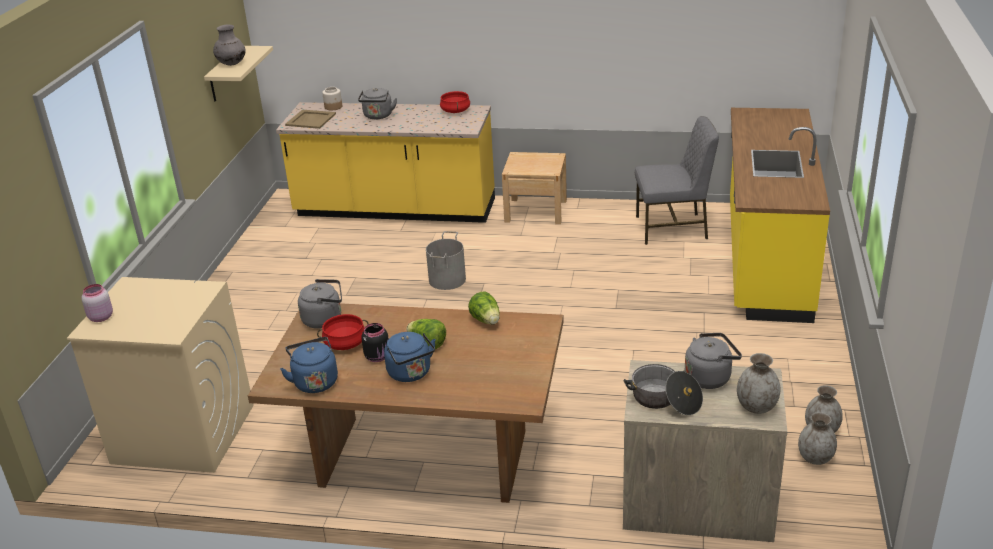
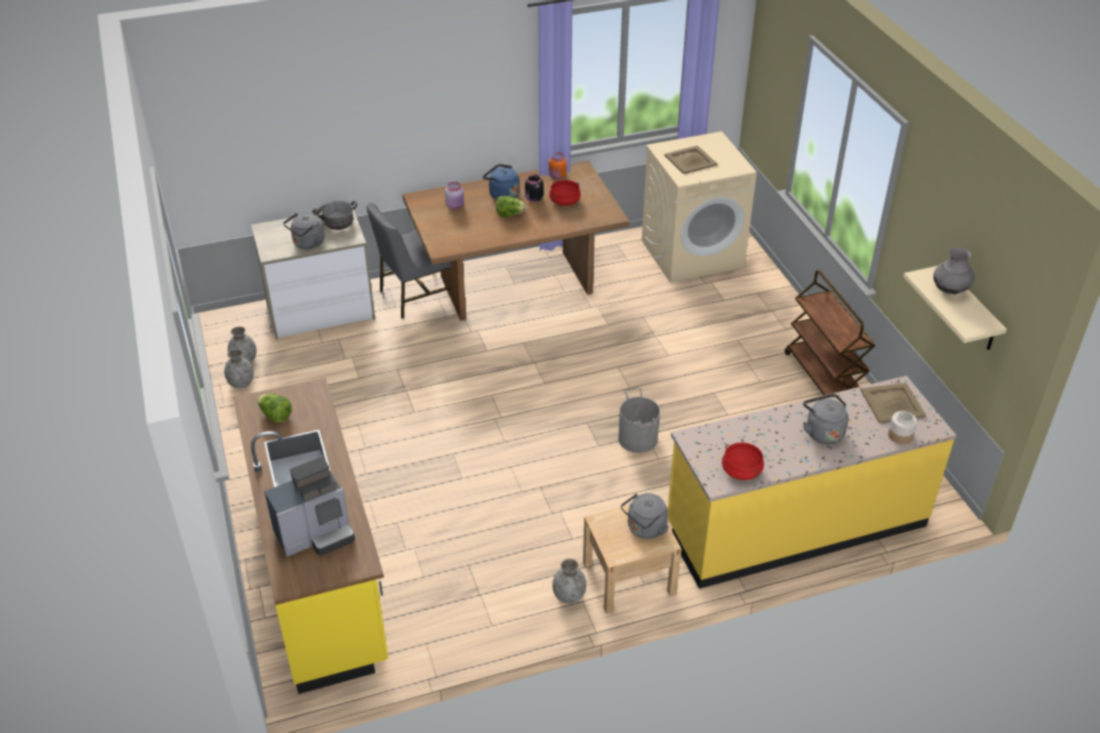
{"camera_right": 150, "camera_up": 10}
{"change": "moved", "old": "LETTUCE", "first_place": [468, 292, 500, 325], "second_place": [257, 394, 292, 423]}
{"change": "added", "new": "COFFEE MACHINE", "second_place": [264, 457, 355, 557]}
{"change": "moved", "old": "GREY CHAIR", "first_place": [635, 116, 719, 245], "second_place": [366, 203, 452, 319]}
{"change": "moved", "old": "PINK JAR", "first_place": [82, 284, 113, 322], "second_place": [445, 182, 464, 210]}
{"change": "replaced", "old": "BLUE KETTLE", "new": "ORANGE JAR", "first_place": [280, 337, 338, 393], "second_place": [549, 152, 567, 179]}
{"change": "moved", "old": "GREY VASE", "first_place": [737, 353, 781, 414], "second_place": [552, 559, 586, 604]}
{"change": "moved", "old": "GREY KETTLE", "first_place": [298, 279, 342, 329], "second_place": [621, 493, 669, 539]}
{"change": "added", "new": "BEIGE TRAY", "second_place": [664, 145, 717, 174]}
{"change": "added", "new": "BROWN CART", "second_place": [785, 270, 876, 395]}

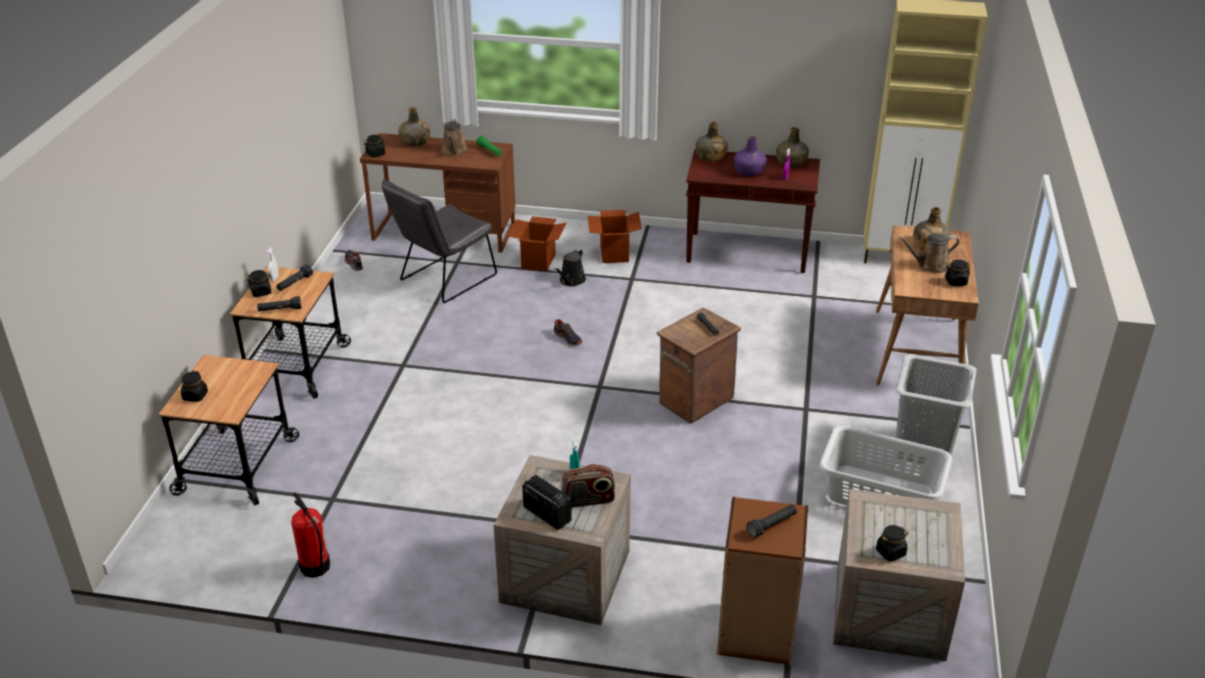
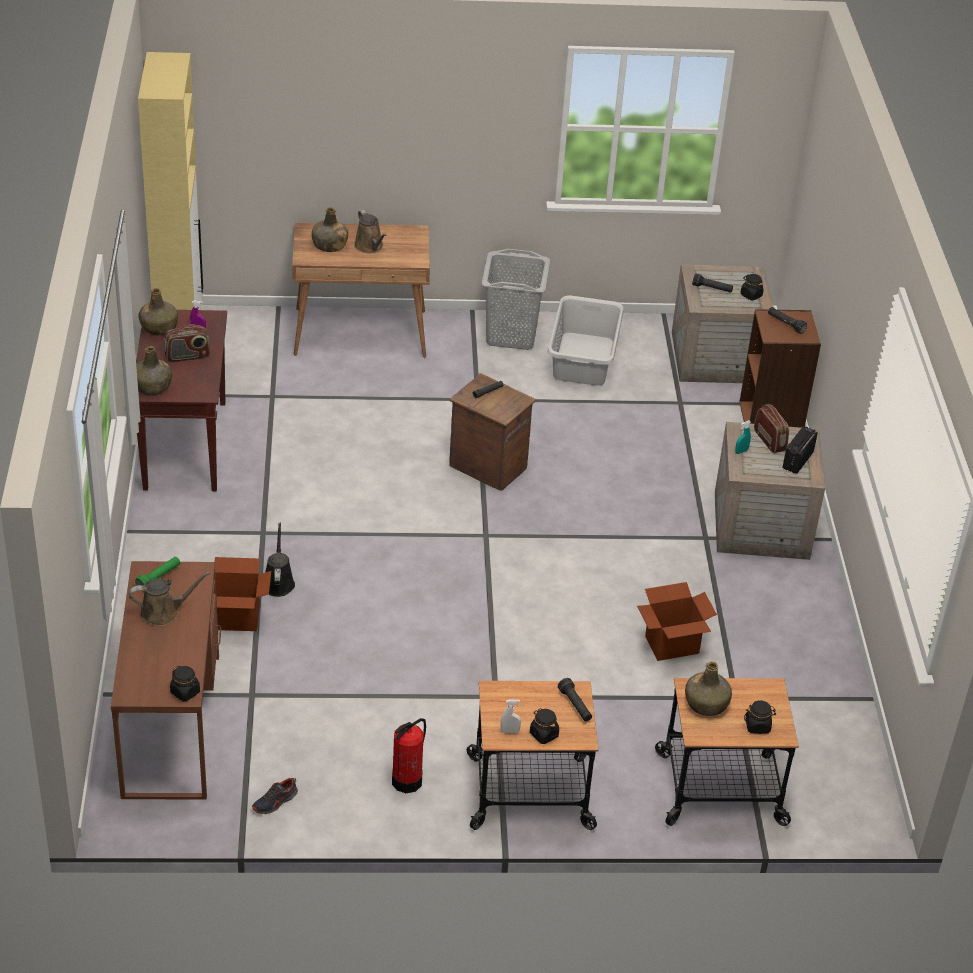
{"camera_right": -105, "camera_up": 5}
{"change": "replaced", "old": "PURPLE BOTTLE", "new": "RADIO", "first_place": [734, 135, 767, 177], "second_place": [164, 324, 210, 363]}
{"change": "turned", "old": "BLACK WATERING CAN", "first_place": [554, 249, 586, 286], "second_place": [265, 522, 295, 597], "degrees": -105}
{"change": "moved", "old": "FIRE EXTINGUISHER", "first_place": [291, 492, 330, 578], "second_place": [392, 718, 426, 793]}
{"change": "moved", "old": "CARDBOARD BOX", "first_place": [588, 210, 642, 263], "second_place": [637, 582, 717, 661]}
{"change": "moved", "old": "GREEN BOTTLE", "first_place": [398, 107, 430, 147], "second_place": [685, 662, 732, 716]}
{"change": "moved", "old": "BLACK FLASHLIGHT", "first_place": [277, 264, 313, 291], "second_place": [692, 274, 733, 293]}
{"change": "removed", "old": "GREY CHAIR", "first_place": [382, 179, 497, 303]}
{"change": "removed", "old": "SHOE", "first_place": [553, 319, 582, 346]}
{"change": "removed", "old": "BLACK JAR", "first_place": [945, 259, 971, 286]}

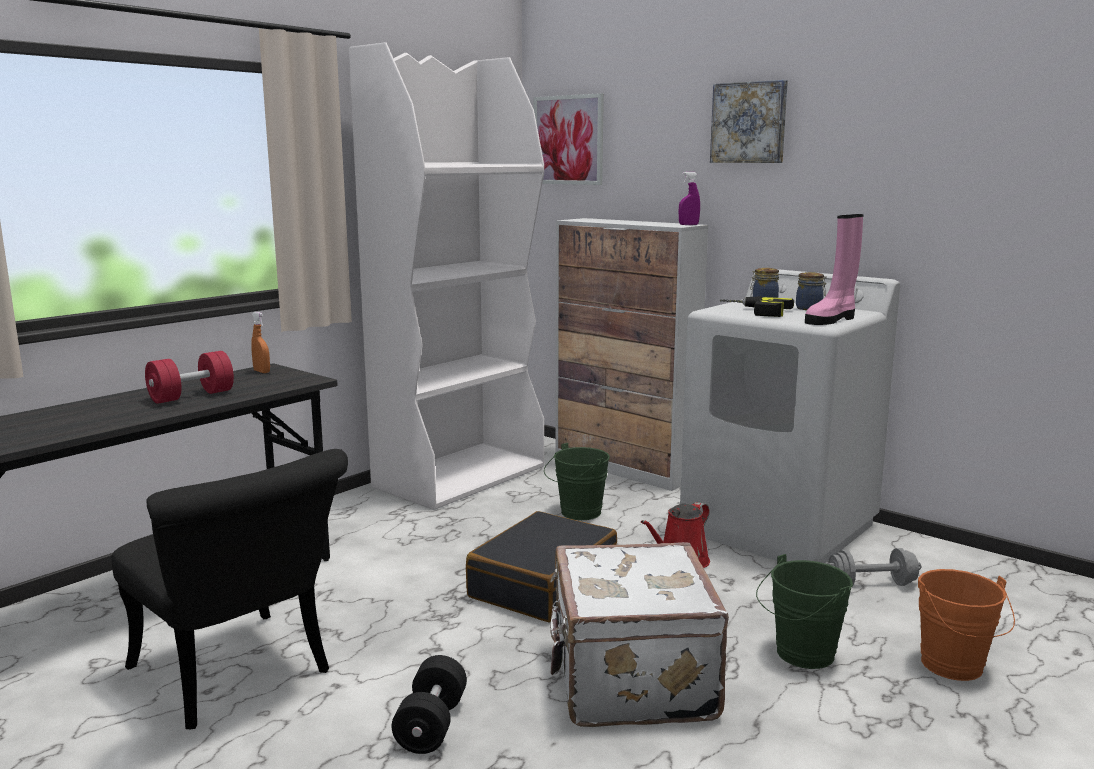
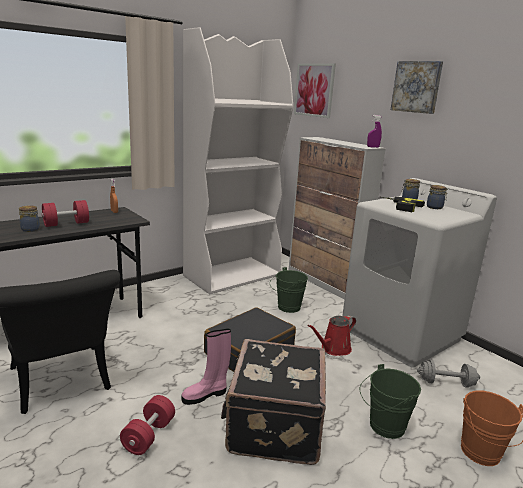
{"camera_right": 10, "camera_up": 5}
{"change": "added", "new": "JAR", "second_place": [19, 205, 40, 232]}
{"change": "recoloured", "old": "BLACK DUMBBELL", "new": "RED DUMBBELL", "first_place": [392, 655, 467, 754], "second_place": [120, 395, 175, 455]}
{"change": "moved", "old": "PINK BOOT", "first_place": [805, 214, 864, 325], "second_place": [181, 329, 231, 405]}
{"change": "recoloured", "old": "WHITE SUITCASE", "new": "BLACK SUITCASE", "first_place": [550, 542, 729, 727], "second_place": [221, 339, 326, 465]}

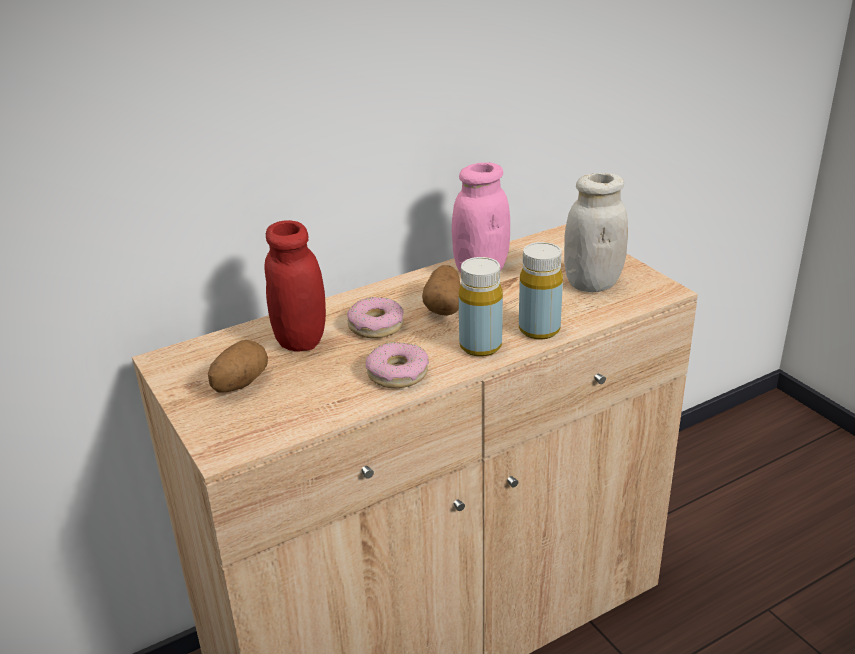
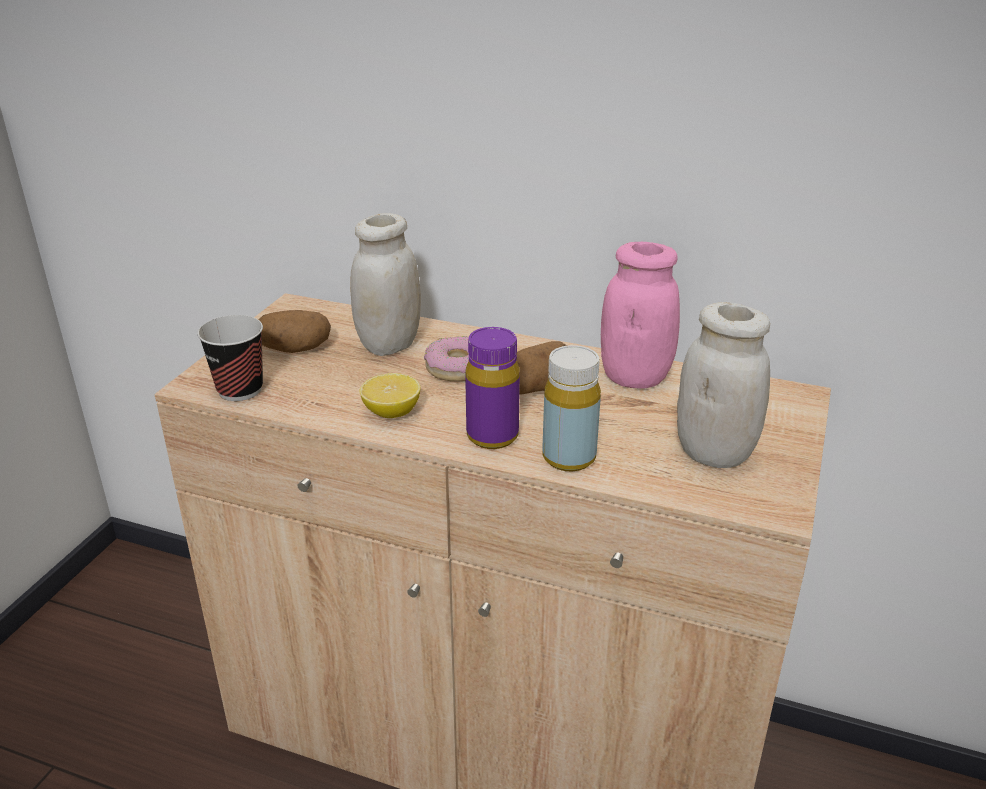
{"camera_right": 50, "camera_up": 0}
{"change": "added", "new": "CUP", "second_place": [197, 315, 263, 401]}
{"change": "recoloured", "old": "RED JAR", "new": "WHITE JAR", "first_place": [264, 220, 326, 352], "second_place": [350, 213, 421, 356]}
{"change": "replaced", "old": "DONUT", "new": "LEMON", "first_place": [365, 342, 429, 388], "second_place": [359, 373, 420, 418]}
{"change": "recoloured", "old": "YELLOW BOTTLE", "new": "PURPLE BOTTLE", "first_place": [459, 257, 503, 357], "second_place": [465, 327, 520, 449]}

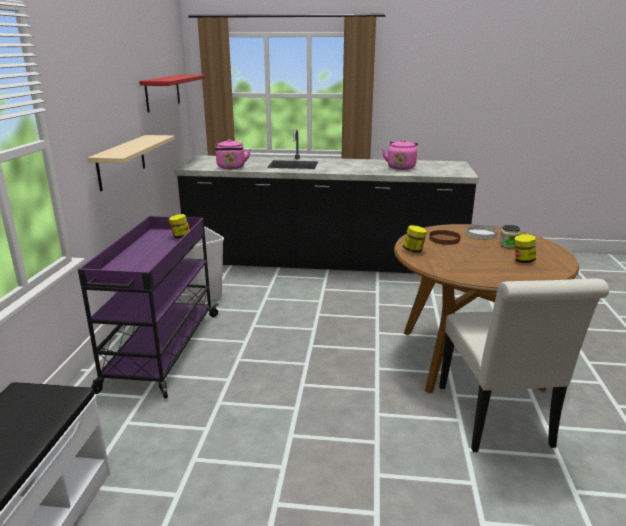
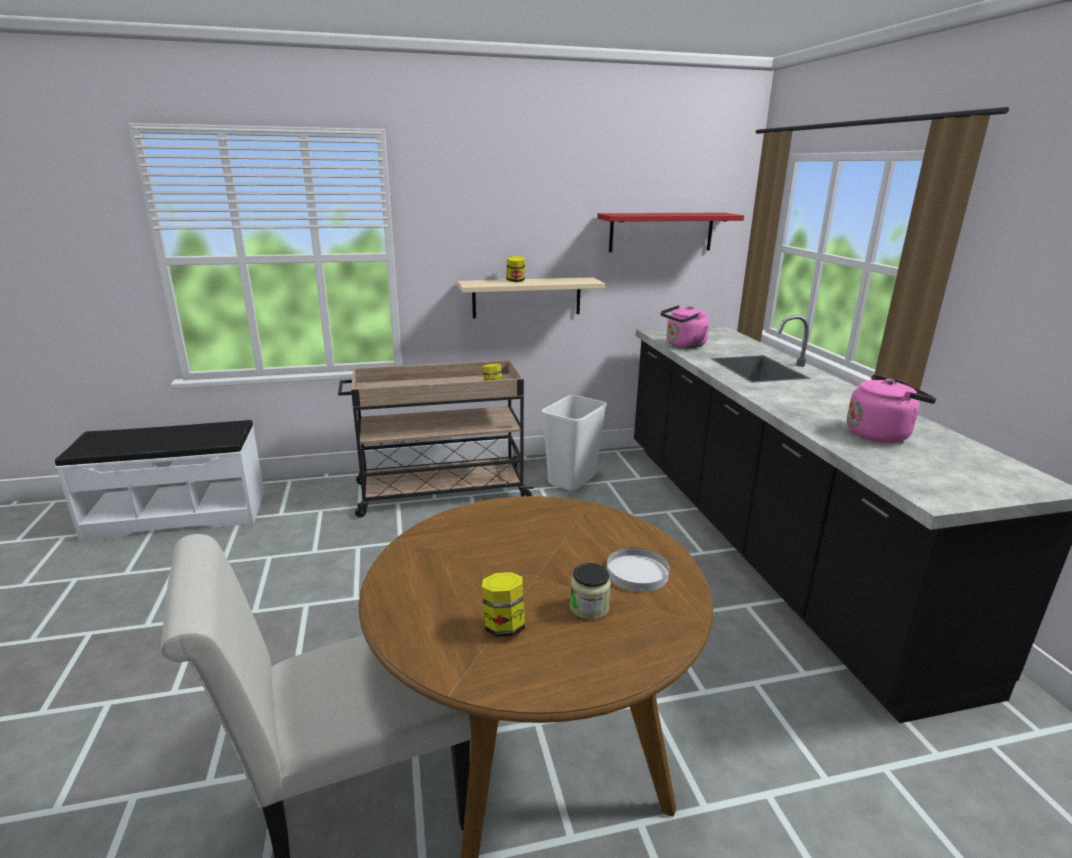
{"camera_right": 70, "camera_up": 0}
{"change": "recoloured", "old": "PURPLE CART", "new": "BEIGE CART", "first_place": [78, 216, 219, 399], "second_place": [338, 360, 534, 518]}
{"change": "moved", "old": "JAR", "first_place": [403, 225, 427, 253], "second_place": [506, 256, 525, 282]}
{"change": "removed", "old": "BROWN PLATE", "first_place": [429, 230, 460, 245]}

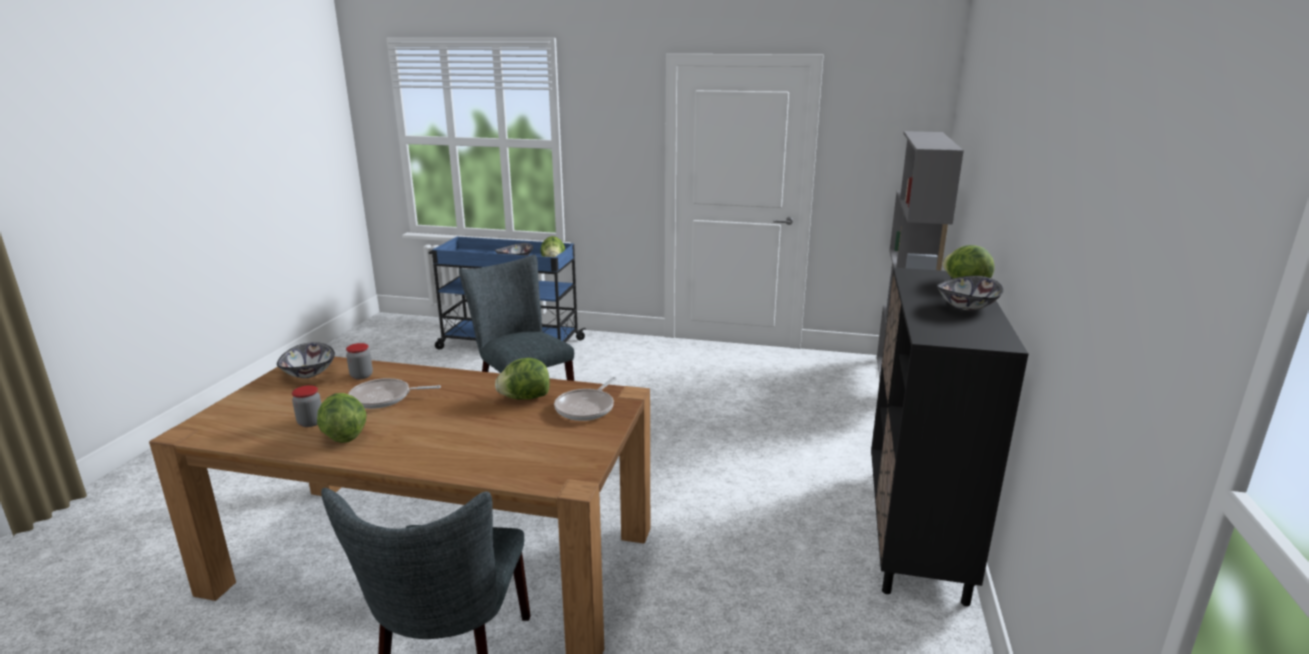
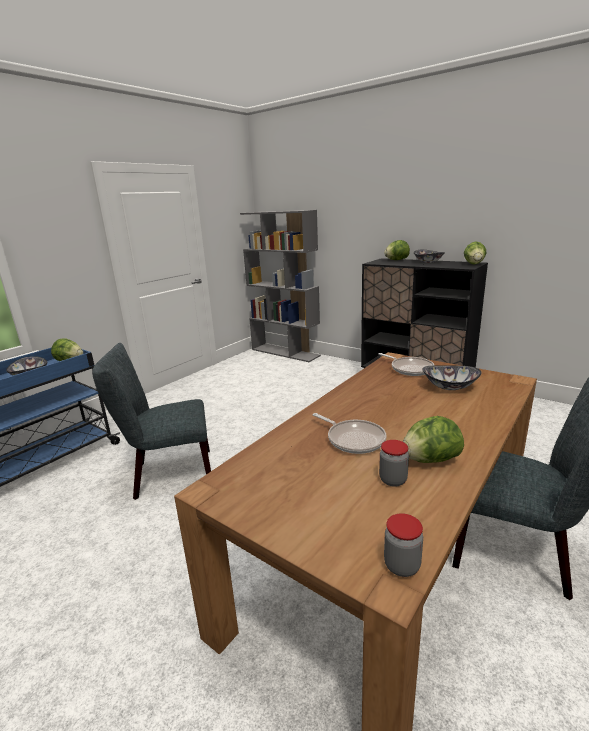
{"camera_right": -65, "camera_up": 0}
{"change": "turned", "old": "FRYING PAN", "first_place": [348, 378, 441, 409], "second_place": [313, 413, 387, 454], "degrees": -60}
{"change": "moved", "old": "JAR", "first_place": [346, 343, 373, 380], "second_place": [384, 513, 423, 577]}
{"change": "moved", "old": "BOWL", "first_place": [277, 342, 335, 378], "second_place": [422, 365, 481, 390]}
{"change": "moved", "old": "LETTUCE", "first_place": [495, 358, 550, 400], "second_place": [464, 241, 487, 265]}

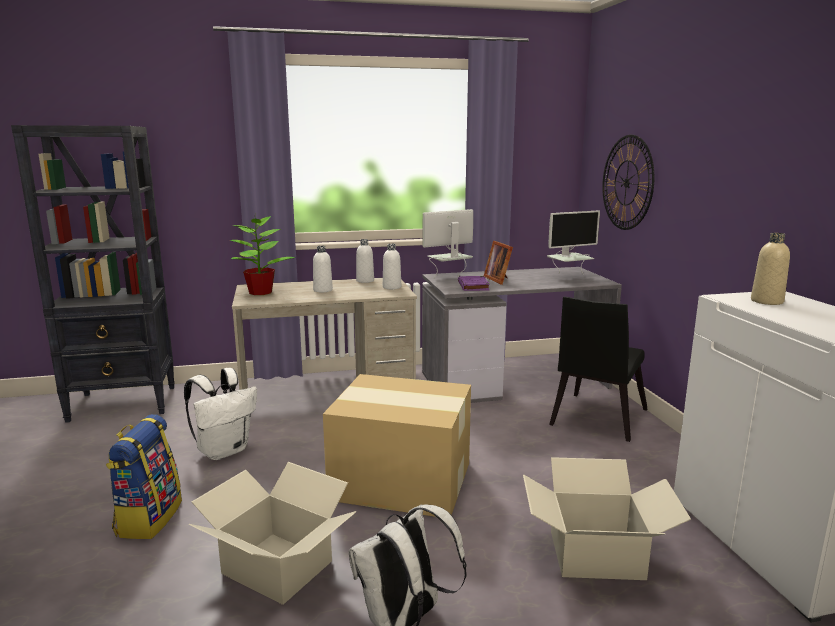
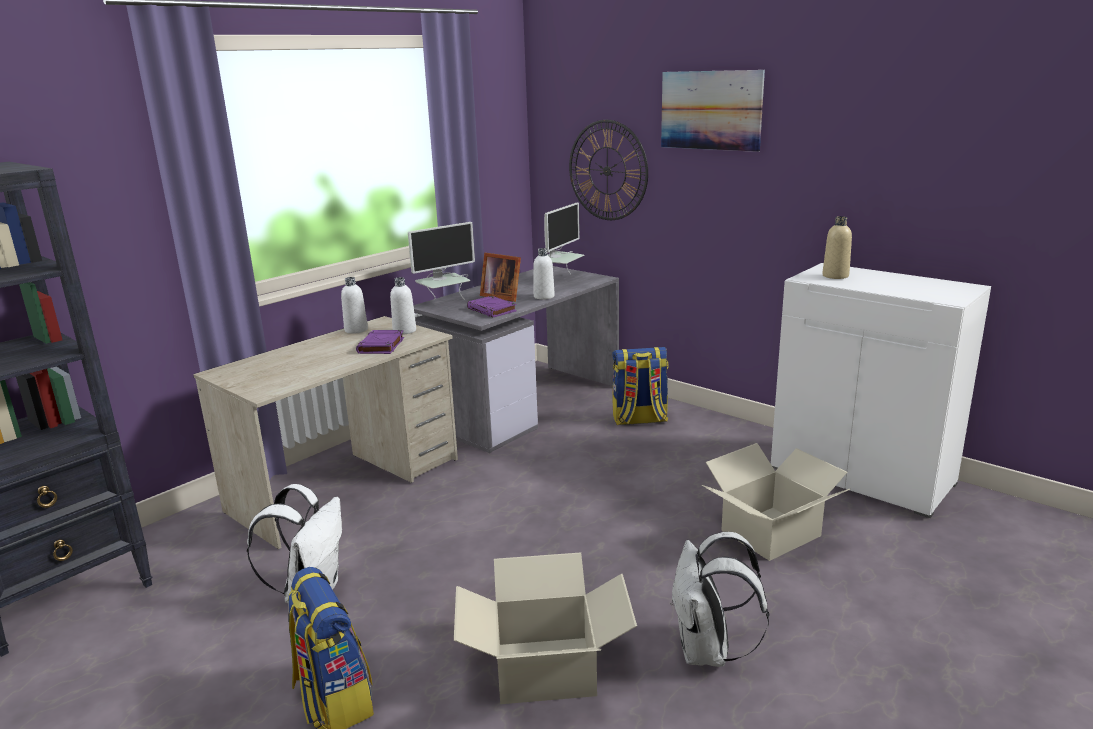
{"camera_right": -35, "camera_up": 5}
{"change": "added", "new": "PURPLE BOOK", "second_place": [356, 330, 404, 354]}
{"change": "turned", "old": "MONITOR", "first_place": [423, 209, 473, 279], "second_place": [408, 222, 475, 300], "degrees": -150}
{"change": "moved", "old": "WHITE BOTTLE", "first_place": [313, 246, 333, 292], "second_place": [533, 248, 555, 300]}
{"change": "replaced", "old": "BLACK CHAIR", "new": "BACKPACK", "first_place": [549, 297, 647, 442], "second_place": [612, 347, 669, 425]}
{"change": "added", "new": "PICTURE", "second_place": [661, 70, 765, 152]}
{"change": "removed", "old": "POTTED PLANT", "first_place": [230, 212, 296, 295]}
{"change": "removed", "old": "CARDBOARD BOX", "first_place": [323, 374, 471, 517]}

